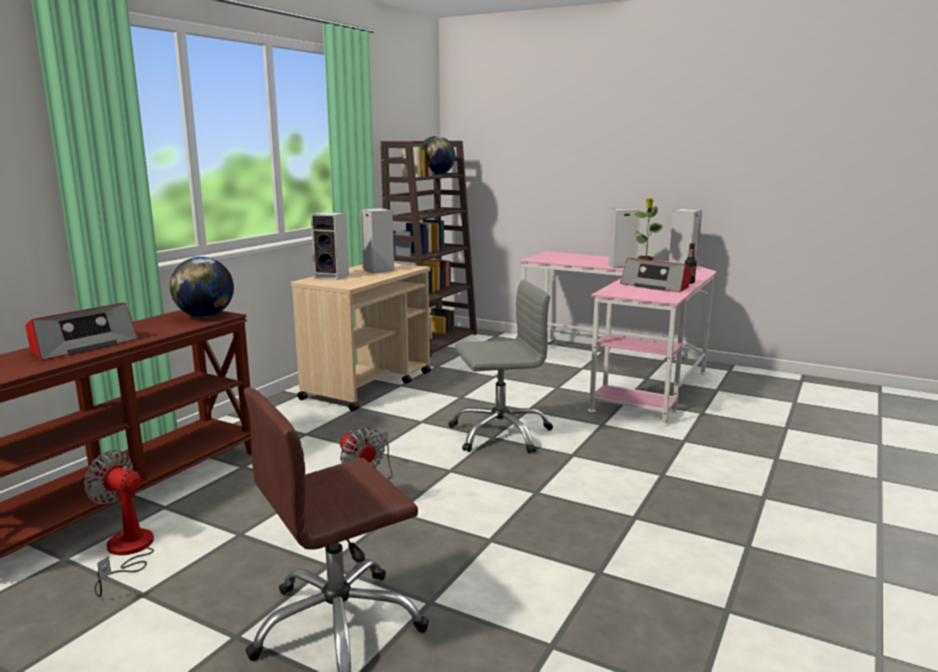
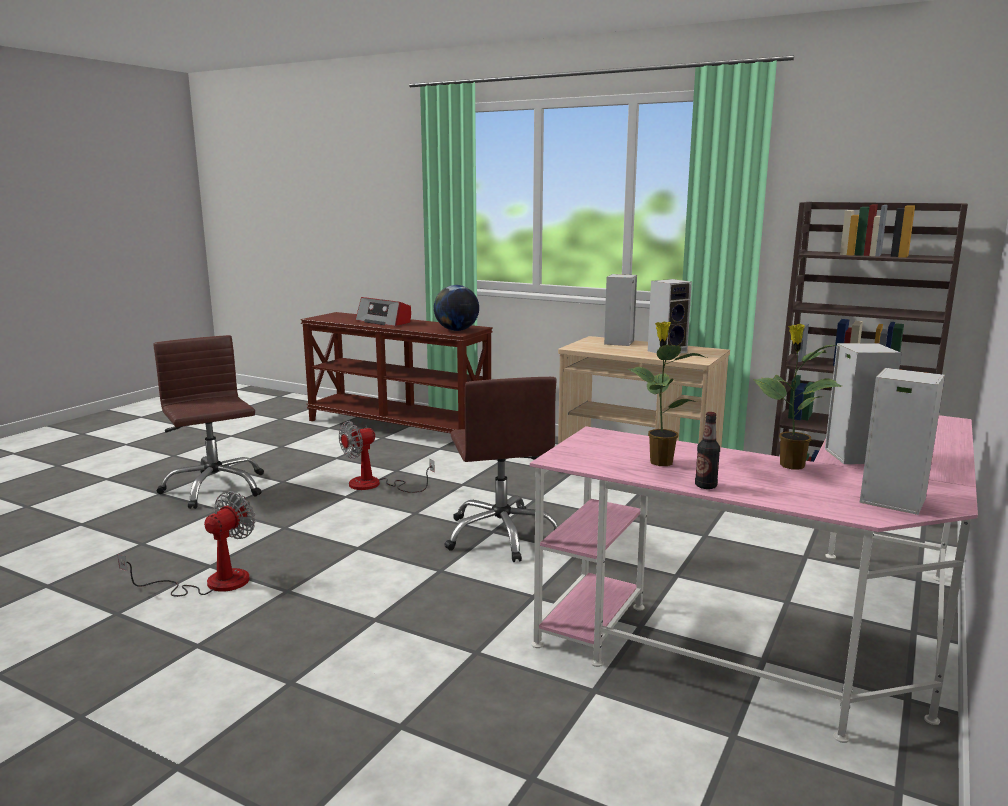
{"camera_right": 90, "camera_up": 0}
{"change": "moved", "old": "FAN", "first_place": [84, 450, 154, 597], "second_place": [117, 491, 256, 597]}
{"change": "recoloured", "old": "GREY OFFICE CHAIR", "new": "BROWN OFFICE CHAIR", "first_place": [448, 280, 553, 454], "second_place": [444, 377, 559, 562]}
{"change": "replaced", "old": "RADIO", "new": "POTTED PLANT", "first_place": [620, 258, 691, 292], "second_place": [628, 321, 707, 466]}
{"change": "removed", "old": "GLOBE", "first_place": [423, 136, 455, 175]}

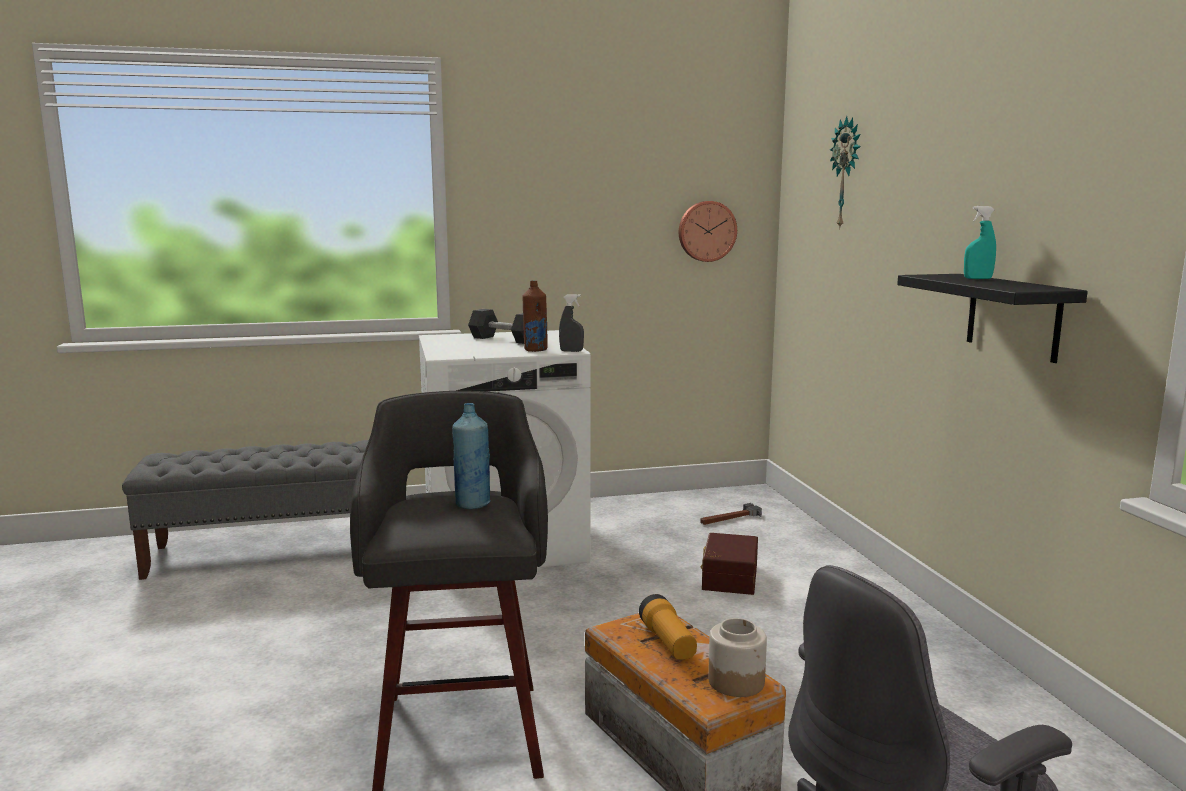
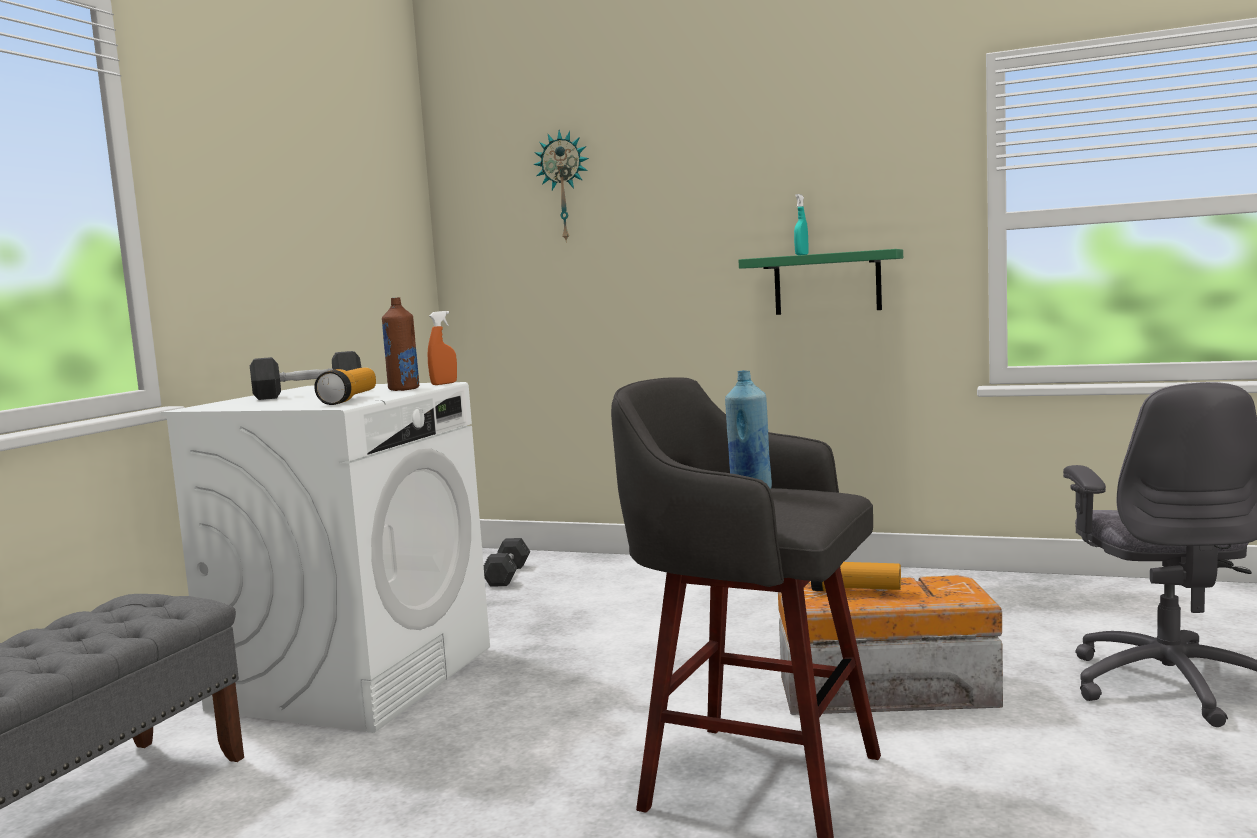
{"camera_right": -55, "camera_up": -5}
{"change": "added", "new": "FLASHLIGHT", "second_place": [314, 367, 376, 405]}
{"change": "recoloured", "old": "GREY SPRAY BOTTLE", "new": "ORANGE SPRAY BOTTLE", "first_place": [559, 294, 584, 352], "second_place": [428, 311, 457, 385]}
{"change": "replaced", "old": "HAMMER", "new": "GREY DUMBBELL", "first_place": [700, 503, 762, 525], "second_place": [484, 538, 530, 587]}
{"change": "recoloured", "old": "BLACK SHELF", "new": "GREEN SHELF", "first_place": [897, 274, 1088, 363], "second_place": [738, 249, 903, 315]}
{"change": "removed", "old": "WALL CLOCK", "first_place": [679, 201, 737, 262]}
{"change": "removed", "old": "BROWN STORAGE BOX", "first_place": [701, 533, 758, 595]}
{"change": "removed", "old": "JAR", "first_place": [708, 618, 767, 697]}

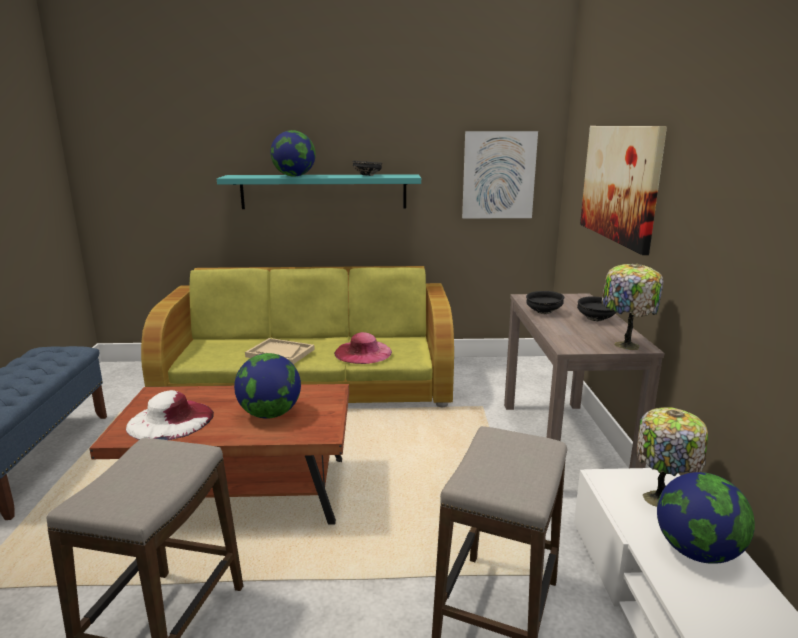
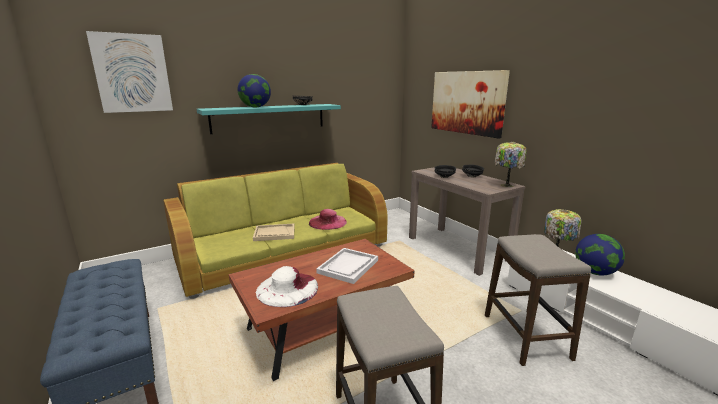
{"camera_right": -30, "camera_up": 0}
{"change": "moved", "old": "PICTURE", "first_place": [462, 131, 538, 219], "second_place": [86, 31, 173, 113]}
{"change": "replaced", "old": "GLOBE", "new": "WHITE TRAY", "first_place": [234, 353, 301, 419], "second_place": [316, 248, 378, 284]}

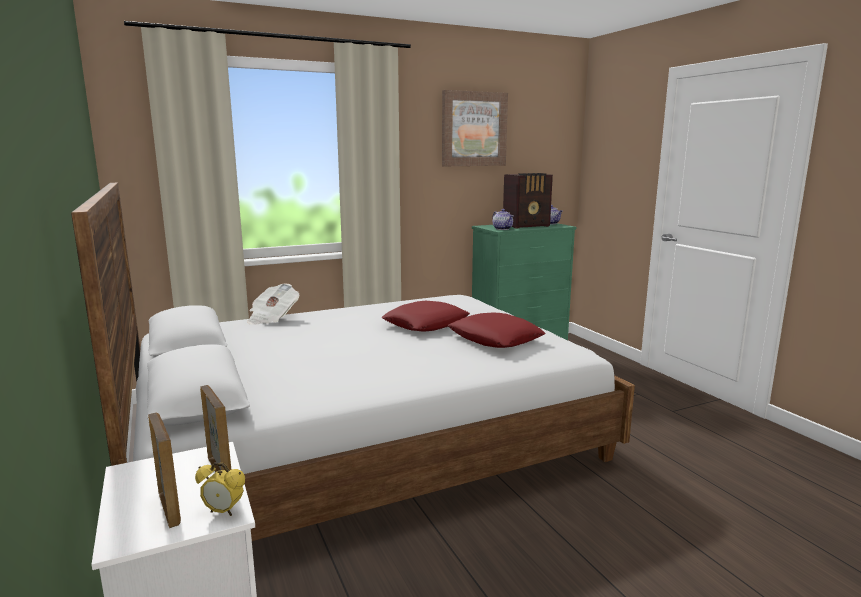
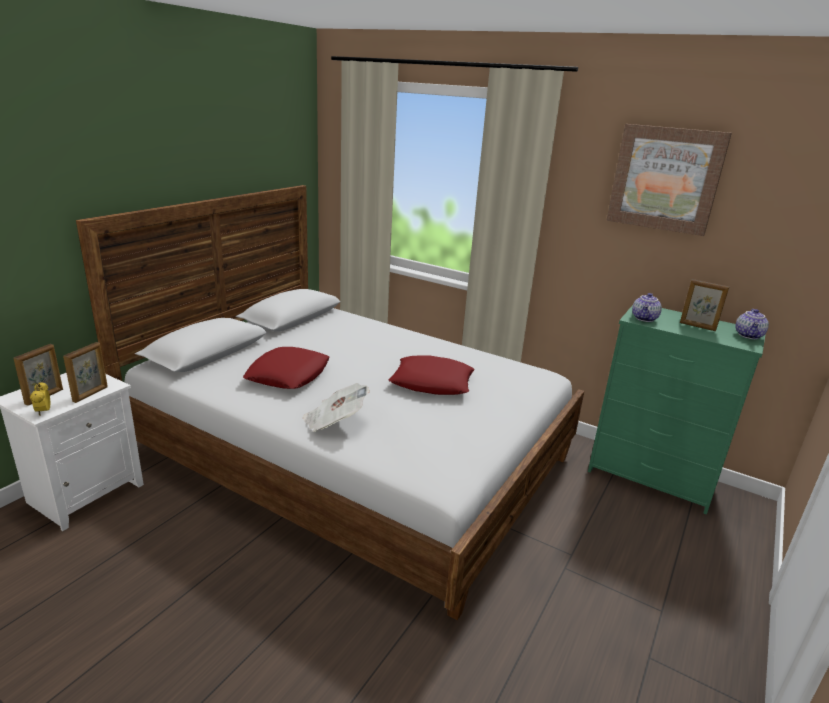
{"camera_right": 55, "camera_up": 10}
{"change": "moved", "old": "RED PILLOW", "first_place": [448, 313, 546, 348], "second_place": [243, 347, 330, 389]}
{"change": "moved", "old": "NEWSPAPER", "first_place": [247, 283, 299, 325], "second_place": [303, 383, 370, 432]}
{"change": "replaced", "old": "RADIO", "new": "PICTURE FRAME", "first_place": [503, 173, 553, 229], "second_place": [680, 279, 729, 331]}

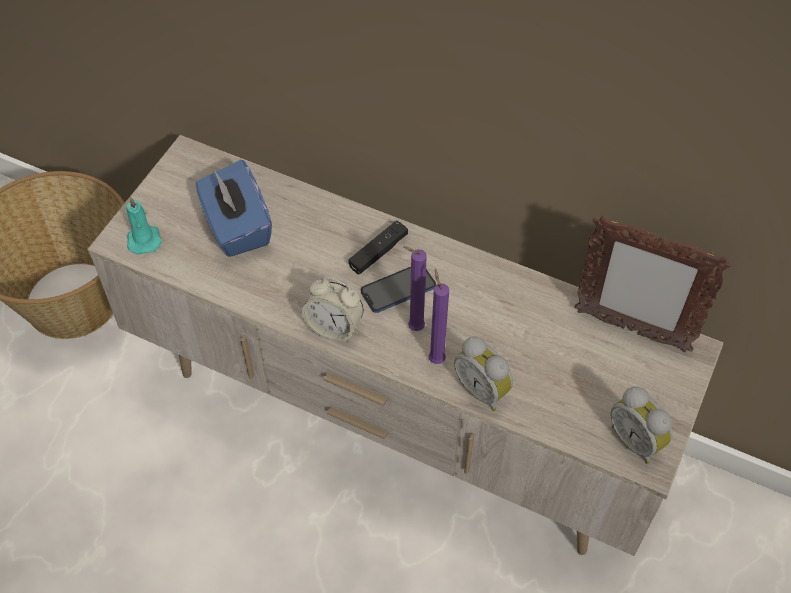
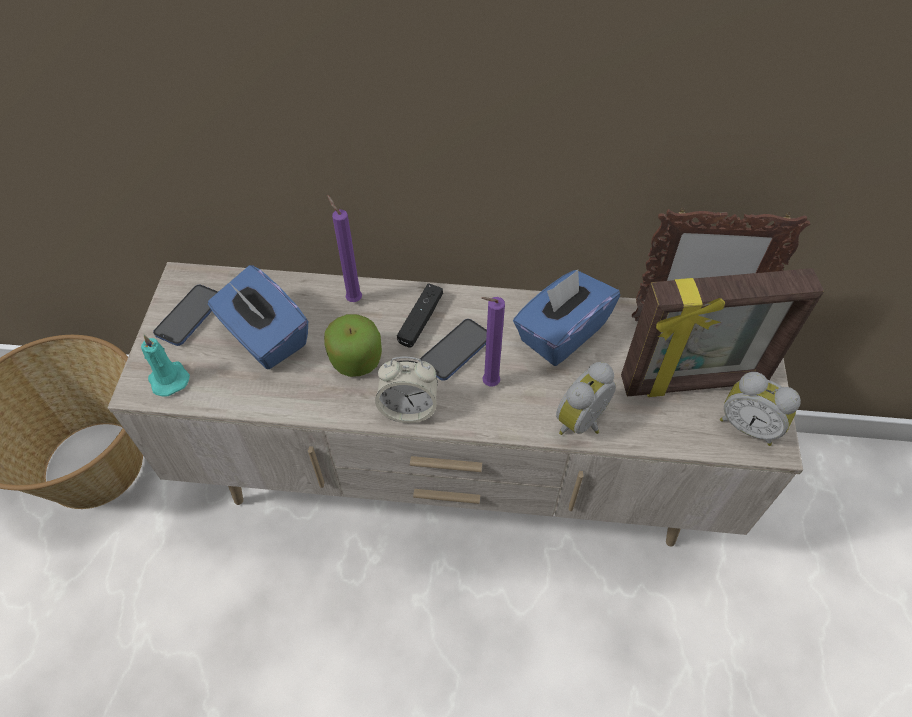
{"camera_right": -20, "camera_up": 0}
{"change": "added", "new": "PHONE", "second_place": [153, 285, 218, 346]}
{"change": "added", "new": "APPLE", "second_place": [324, 314, 382, 377]}
{"change": "moved", "old": "PURPLE CANDLE", "first_place": [429, 269, 449, 364], "second_place": [327, 195, 362, 302]}
{"change": "added", "new": "BLUE TISSUE BOX", "second_place": [513, 270, 620, 366]}
{"change": "turned", "old": "ALARM CLOCK", "first_place": [454, 336, 513, 411], "second_place": [556, 362, 616, 435], "degrees": 105}
{"change": "added", "new": "PICTURE FRAME", "second_place": [621, 268, 824, 397]}

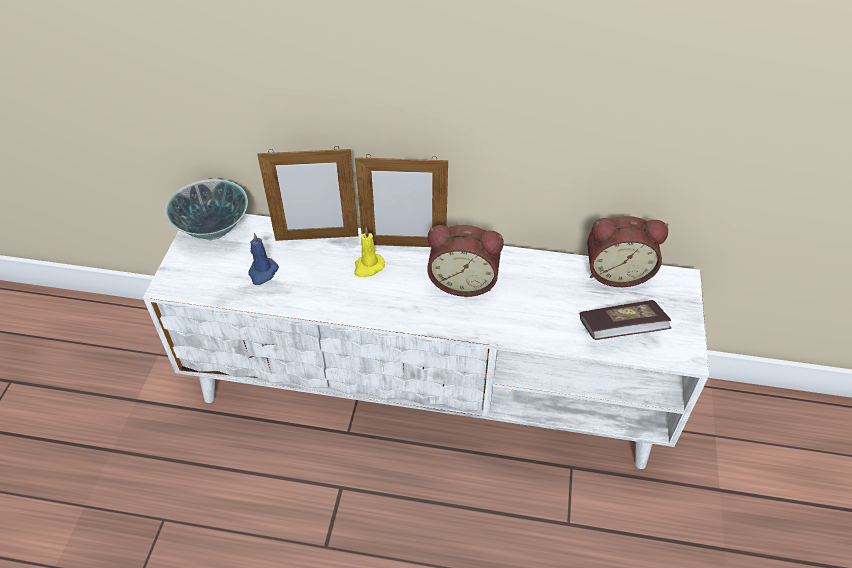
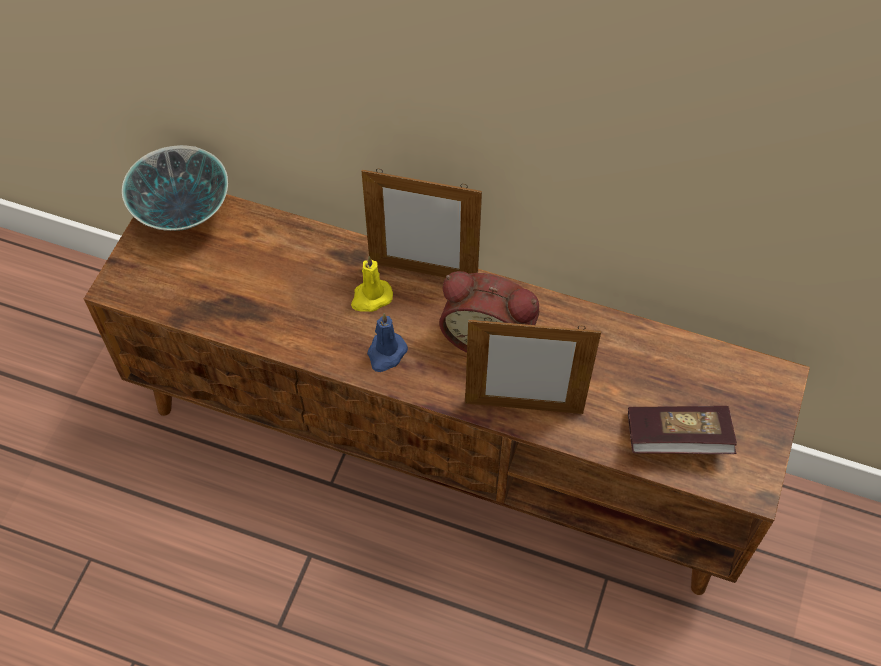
{"camera_right": 10, "camera_up": 10}
{"change": "recoloured", "old": "WHITE TV STAND", "new": "BROWN TV STAND", "first_place": [143, 214, 709, 469], "second_place": [84, 194, 810, 595]}
{"change": "moved", "old": "BLUE CANDLE", "first_place": [248, 233, 279, 285], "second_place": [367, 313, 408, 372]}
{"change": "moved", "old": "PICTURE FRAME", "first_place": [257, 146, 359, 241], "second_place": [465, 318, 601, 414]}
{"change": "removed", "old": "ALARM CLOCK", "first_place": [587, 216, 668, 287]}

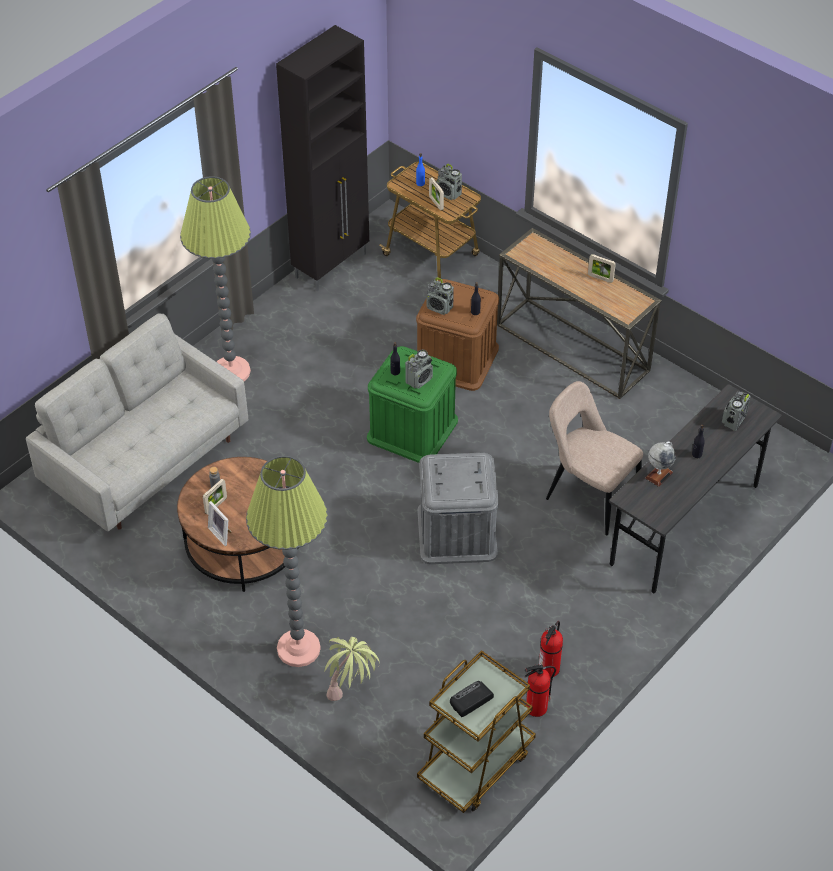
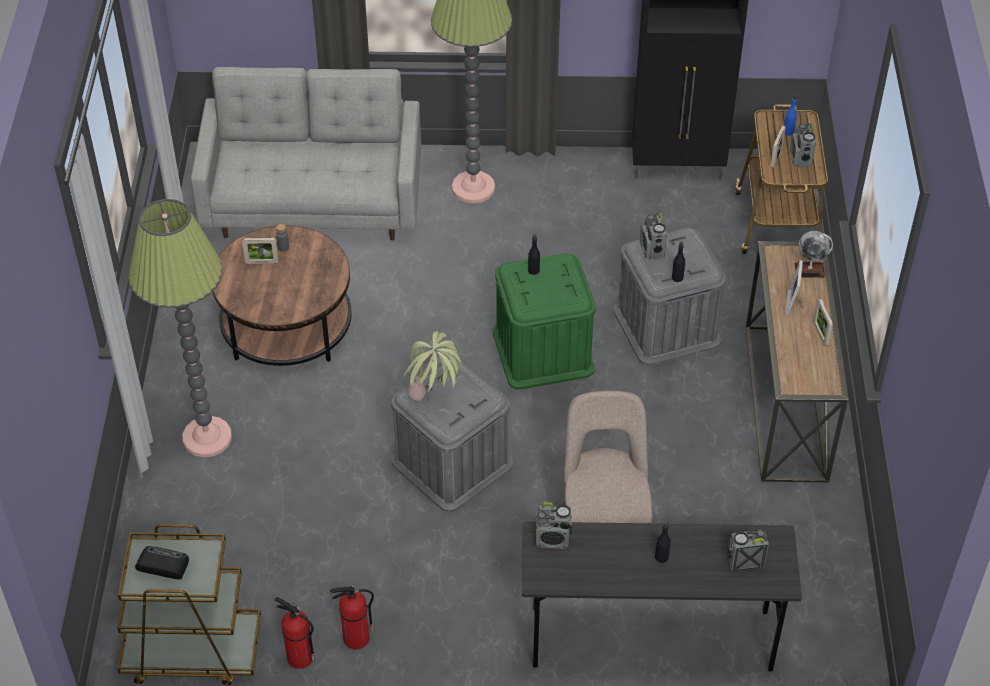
{"camera_right": 50, "camera_up": 0}
{"change": "moved", "old": "POTTED PLANT", "first_place": [325, 637, 380, 701], "second_place": [404, 331, 462, 401]}
{"change": "moved", "old": "RADIO", "first_place": [405, 349, 433, 389], "second_place": [535, 502, 573, 549]}
{"change": "recoloured", "old": "BROWN STORAGE BOX", "new": "GREY STORAGE BOX", "first_place": [416, 279, 499, 391], "second_place": [614, 228, 726, 366]}
{"change": "moved", "old": "PICTURE FRAME", "first_place": [208, 501, 231, 546], "second_place": [785, 260, 803, 315]}
{"change": "moved", "old": "GLOBE", "first_place": [645, 441, 676, 487], "second_place": [795, 231, 833, 278]}

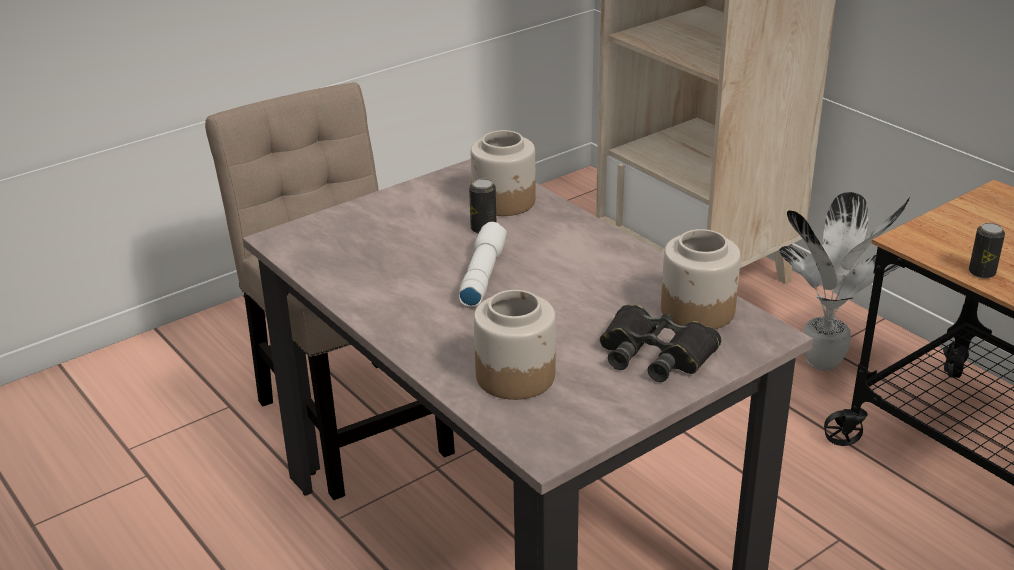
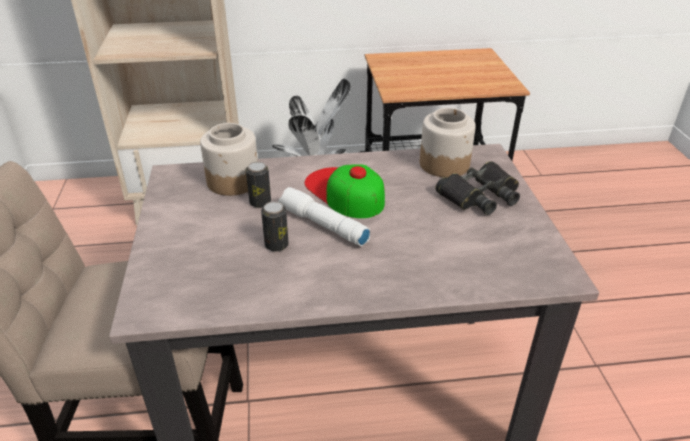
{"camera_right": -60, "camera_up": 5}
{"change": "moved", "old": "CAN", "first_place": [969, 223, 1005, 278], "second_place": [261, 201, 289, 252]}
{"change": "added", "new": "CAP", "second_place": [305, 164, 385, 218]}
{"change": "removed", "old": "JAR", "first_place": [474, 290, 556, 400]}

